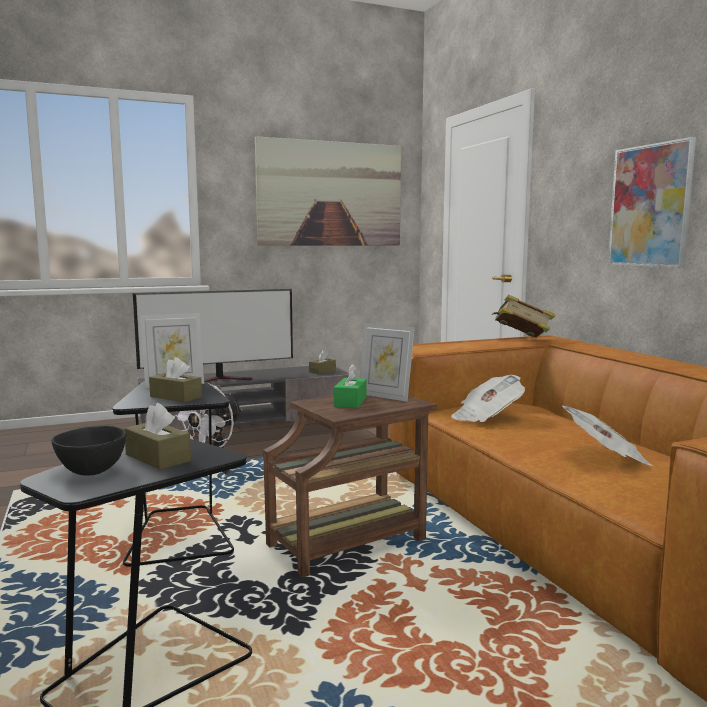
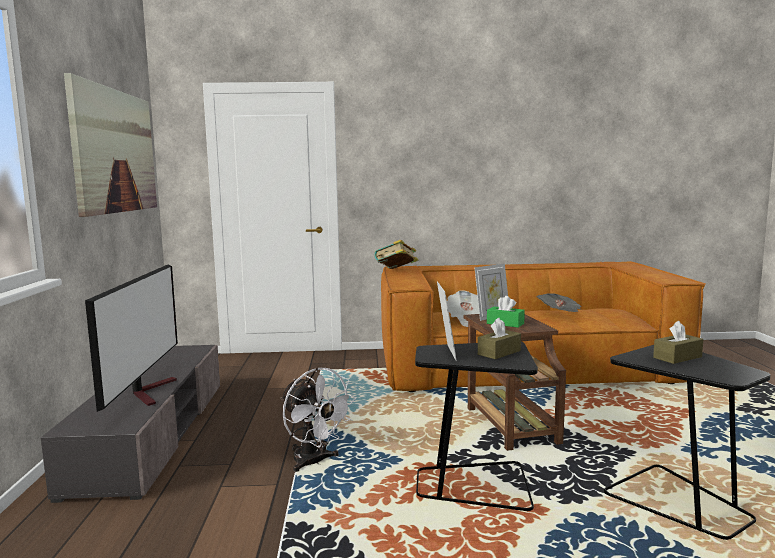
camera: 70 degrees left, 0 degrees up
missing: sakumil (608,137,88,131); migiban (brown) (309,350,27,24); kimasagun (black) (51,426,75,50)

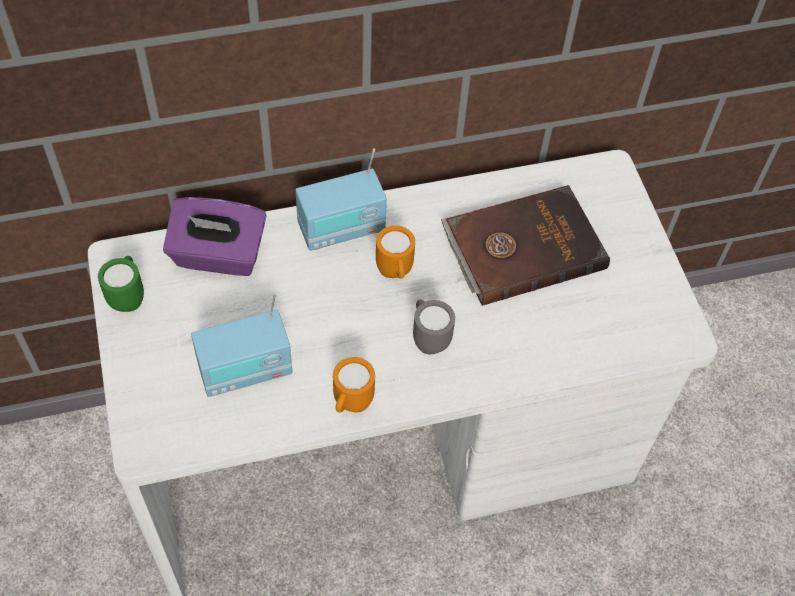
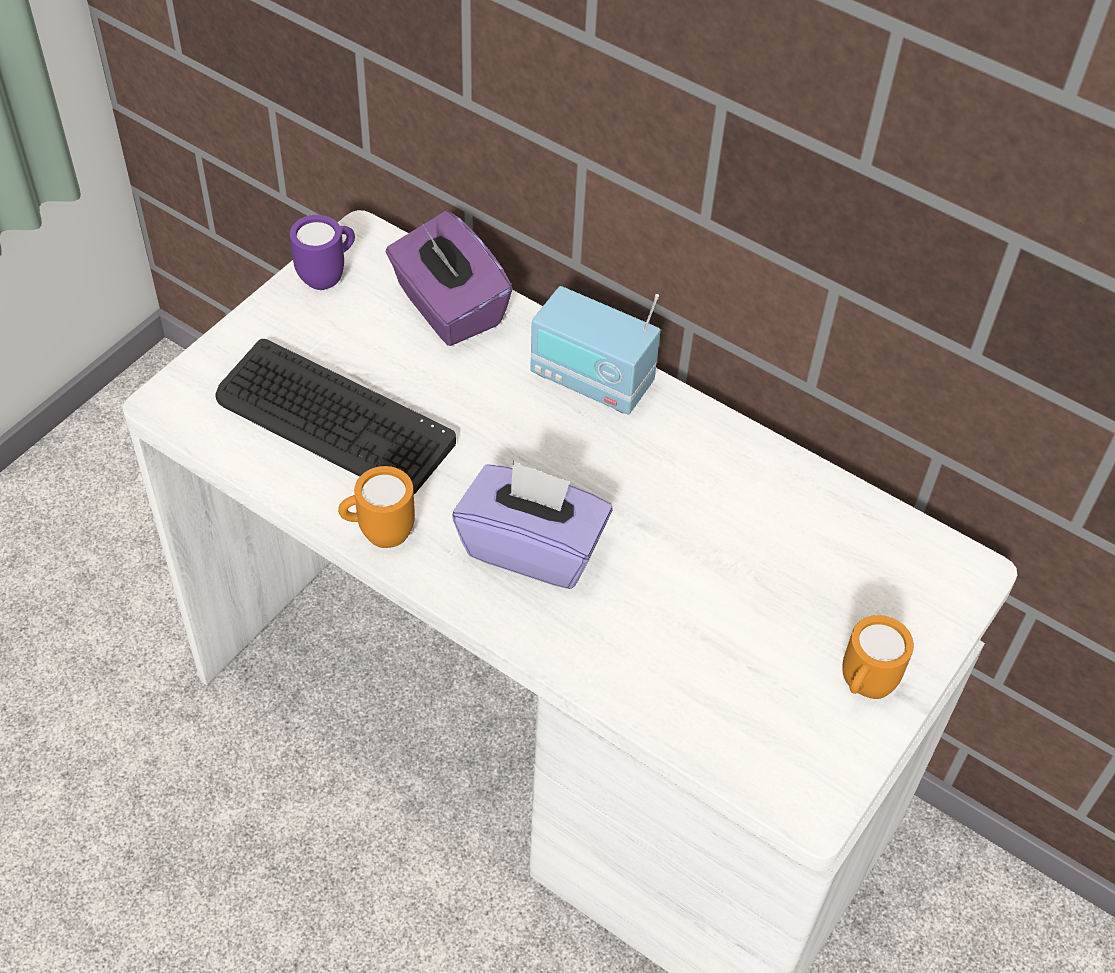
camera: 50 degrees right, 5 degrees down
missing: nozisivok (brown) (441,185,169,121)
relocated: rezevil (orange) (376,225,39,54) to (842,615,72,84)
exchanged: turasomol (191,293,102,104) to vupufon (215,339,241,155); rezevil (grey) (413,299,42,55) to migiban (purple) (452,460,161,129)
colour: rezevil (green) (98,256,46,56) to rezevil (purple) (290,215,65,75)

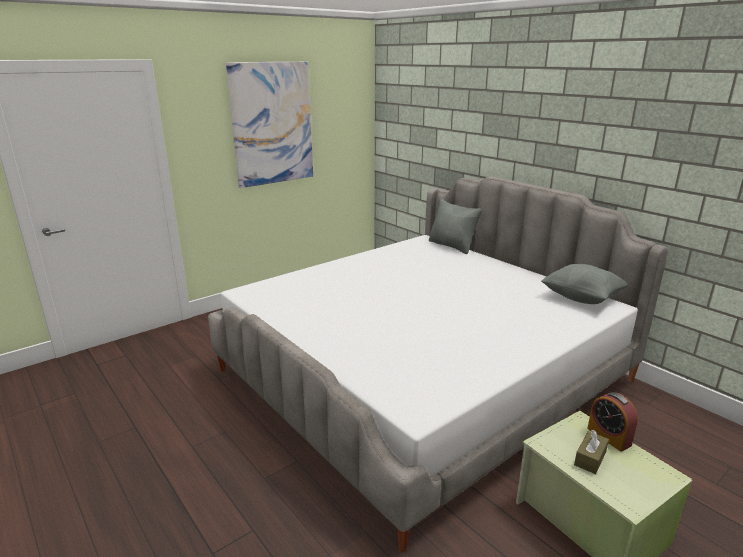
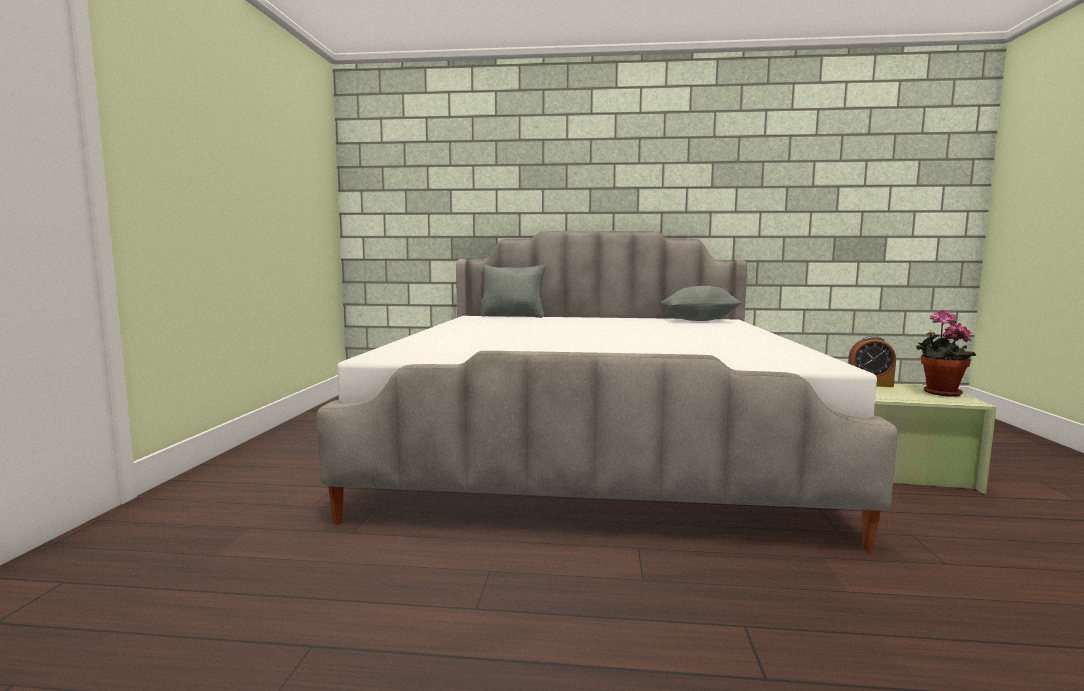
camera: 45 degrees left, 15 degrees down
missing: sakumil (226,62,87,126); migiban (brown) (574,430,35,44)
appeared: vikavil (916,310,60,87)

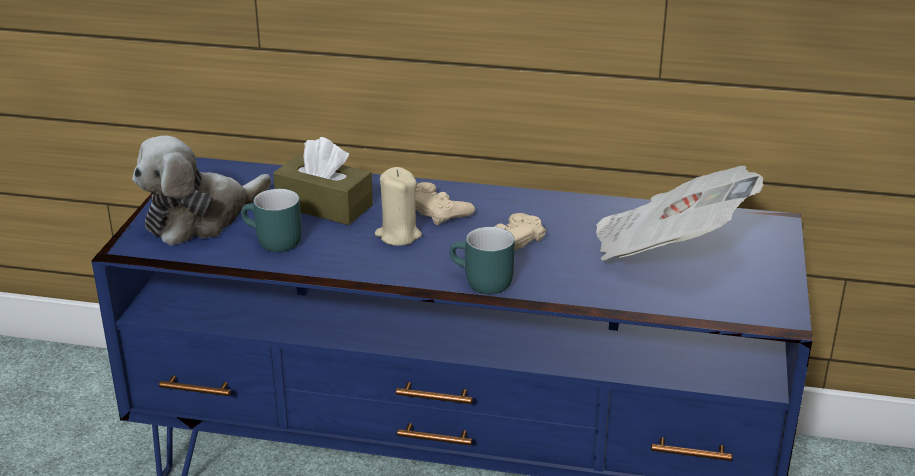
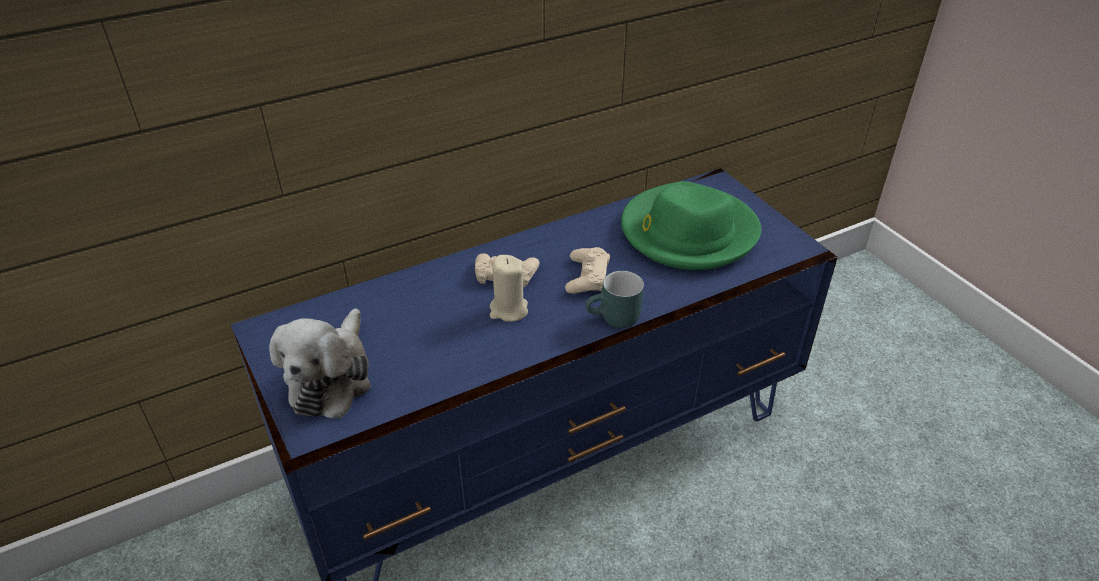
camera: 40 degrees left, 10 degrees up
missing: migiban (brown) (273,137,100,88); rezevil (turquoise) (241,189,61,63)
exchanged: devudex (596,166,167,95) to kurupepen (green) (621,181,140,89)

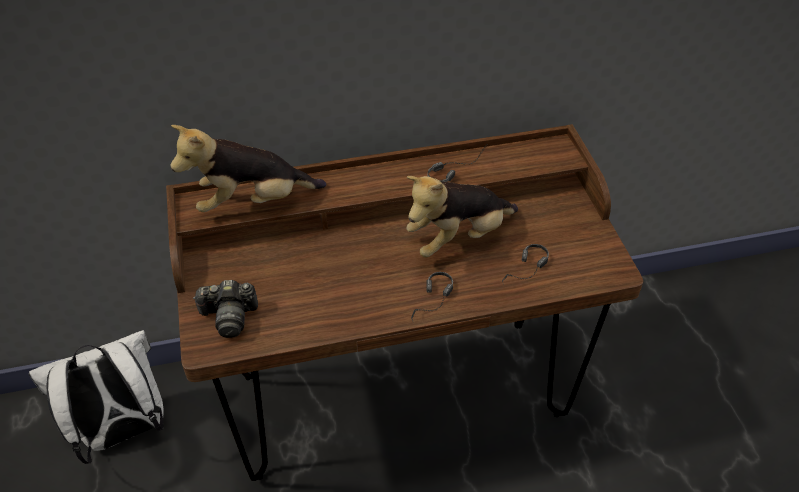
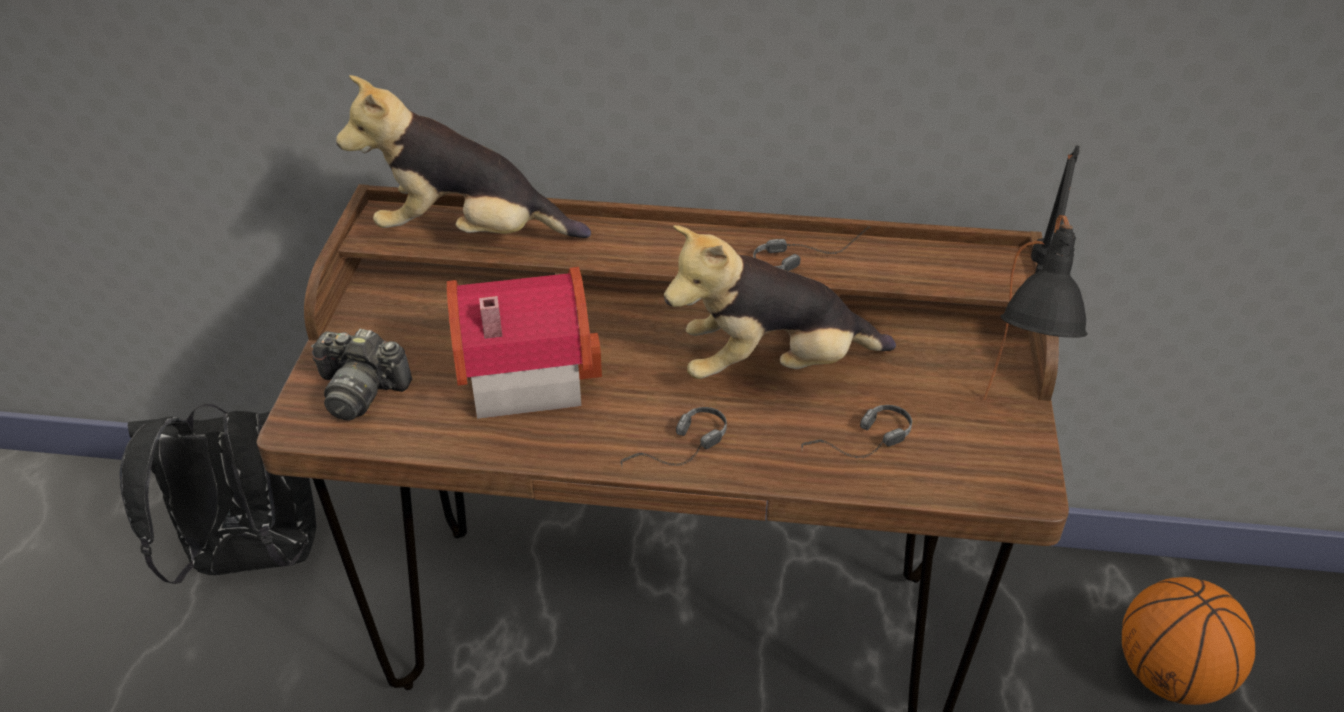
camera: 20 degrees right, 5 degrees down
appeared: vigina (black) (983,145,105,255); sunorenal (447,267,155,152); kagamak (1122,577,133,128)
colour: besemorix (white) (29,330,135,134) to besemorix (black) (119,404,197,180)

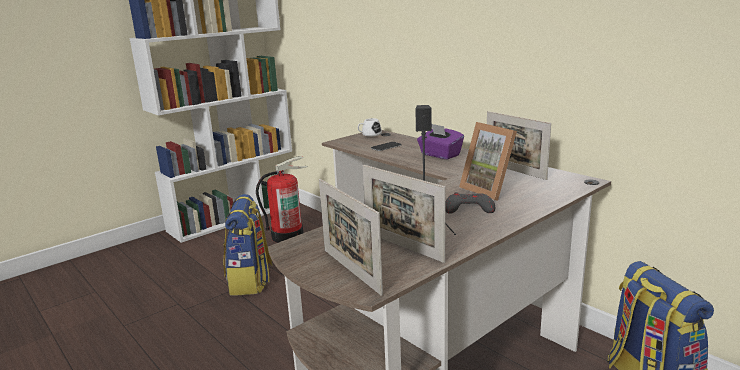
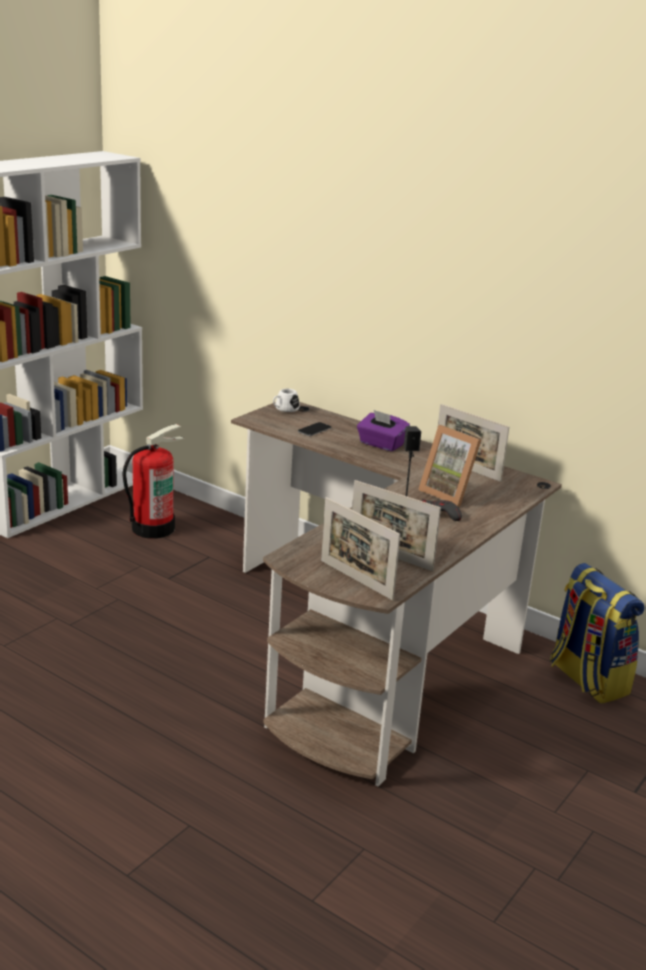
camera: 15 degrees left, 5 degrees up
missing: besemorix (223,194,50,102)

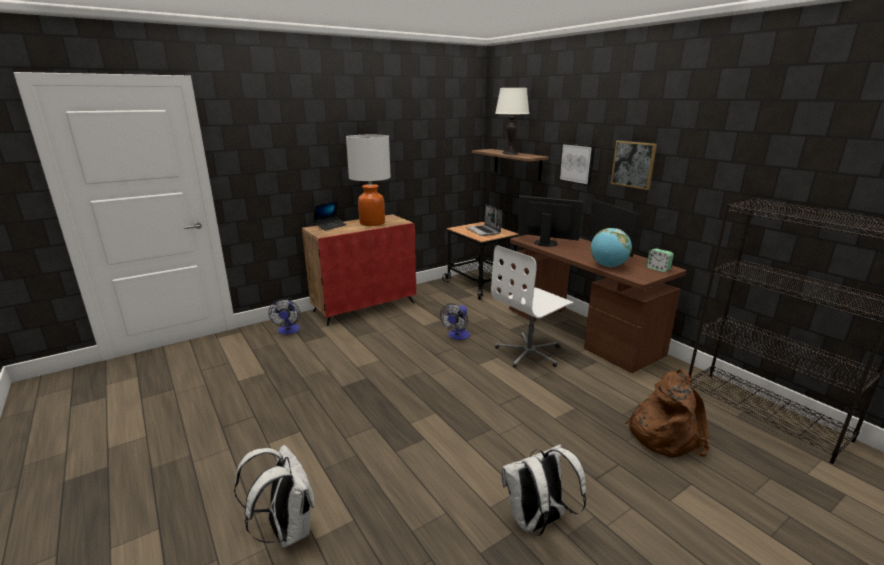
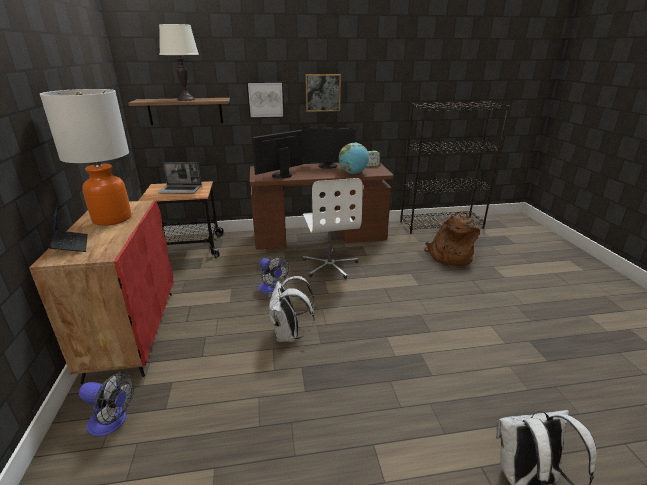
camera: 65 degrees left, 5 degrees up
relocated: besemorix (white) (501,444,85,92) to (268,276,46,66)

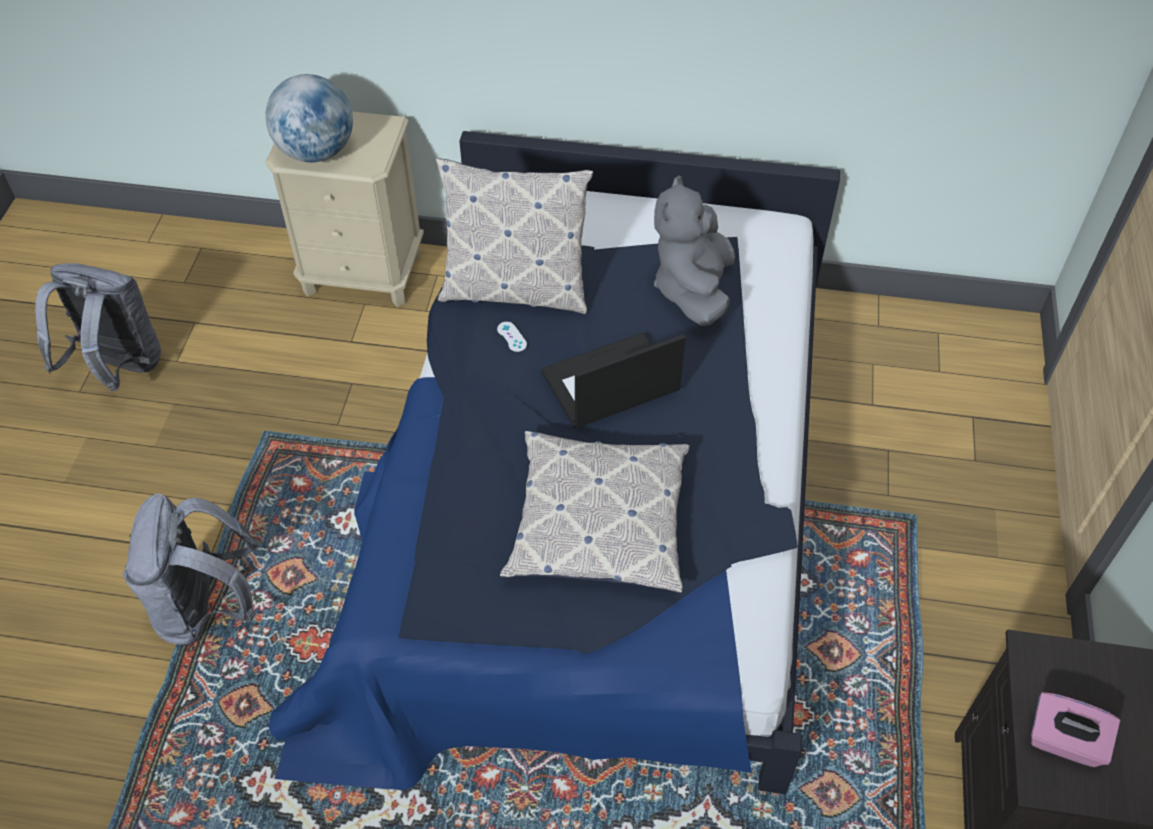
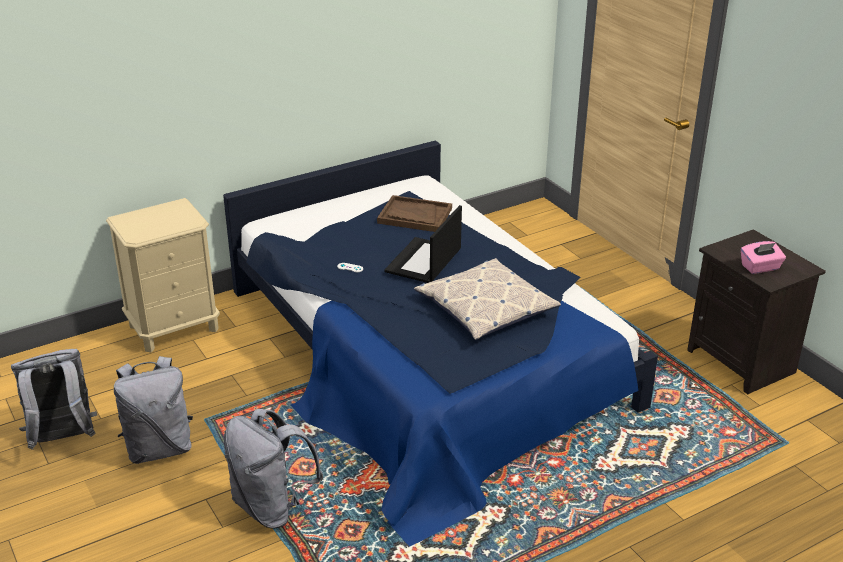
camera: 40 degrees left, 20 degrees down
missing: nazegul (265,74,88,88); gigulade (436,158,157,156)
appeared: besemorix (grey) (114,356,79,108)
exchanged: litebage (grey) (654,175,81,151) to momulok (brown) (377,195,75,37)

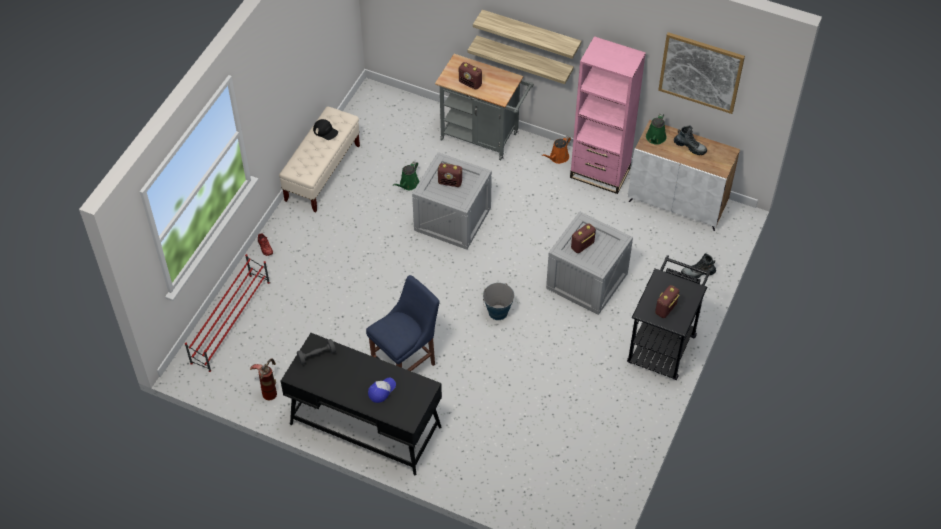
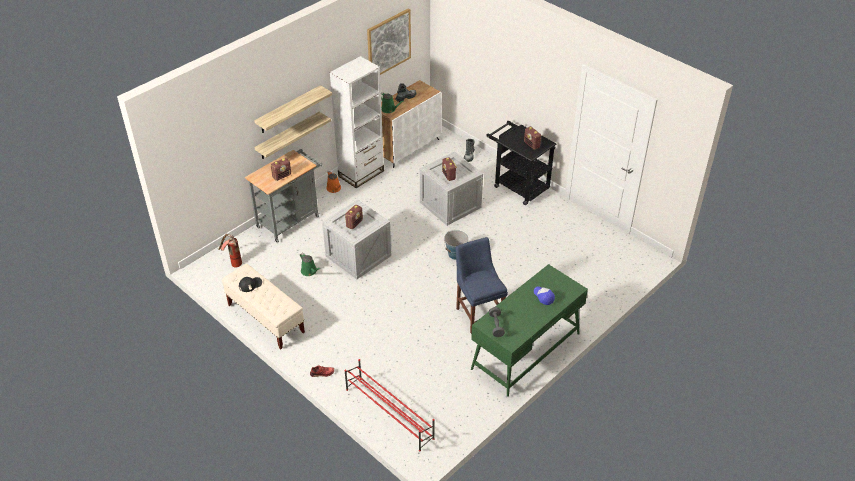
camera: 70 degrees left, 10 degrees down
relocated: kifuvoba (250,358,27,42) to (218,234,24,33)
colour: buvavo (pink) (570,36,76,158) to buvavo (white) (330,56,54,132); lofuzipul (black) (281,333,161,143) to lofuzipul (green) (471,264,117,133)

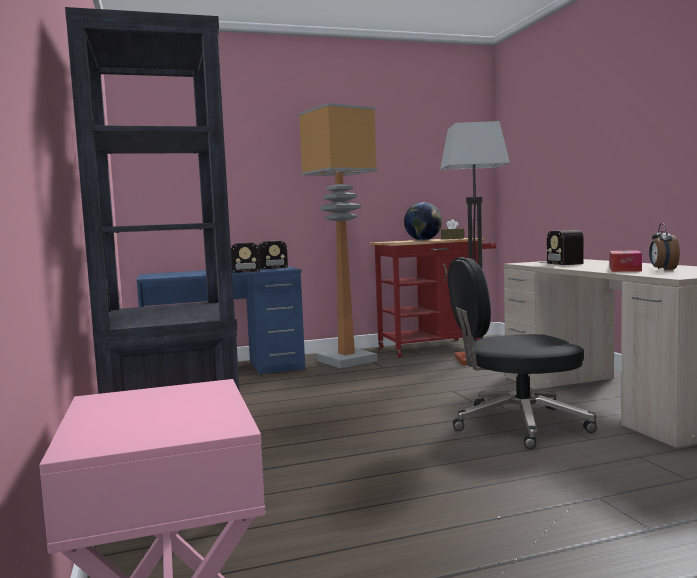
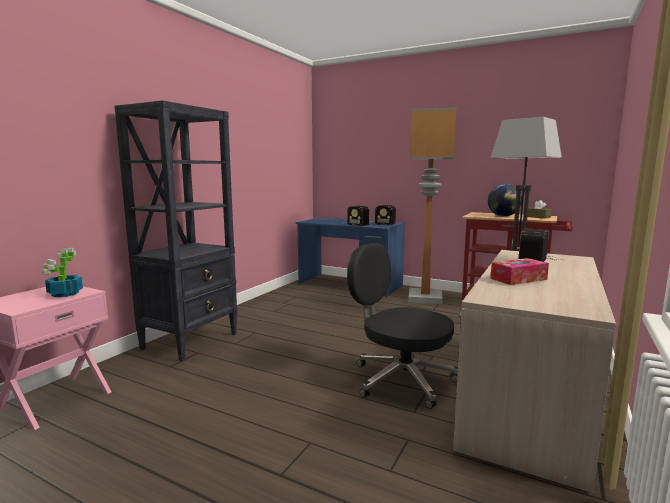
camera: 45 degrees right, 5 degrees up
missing: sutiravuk (649,223,31,48)
appeared: vikavil (41,248,42,49)

